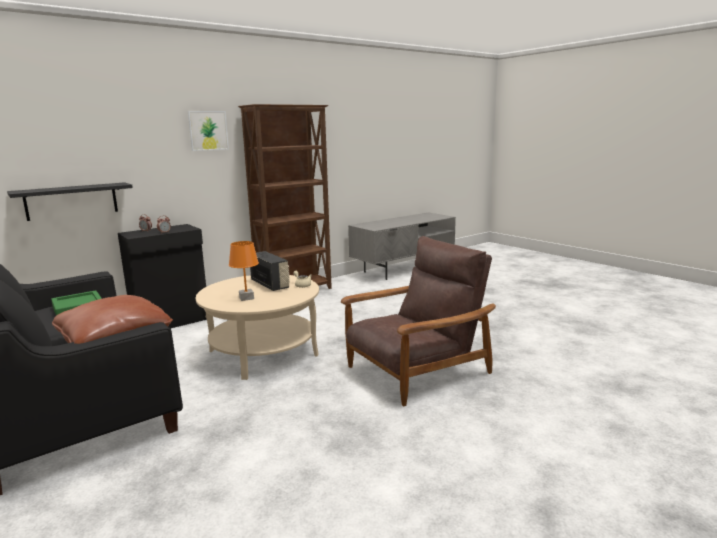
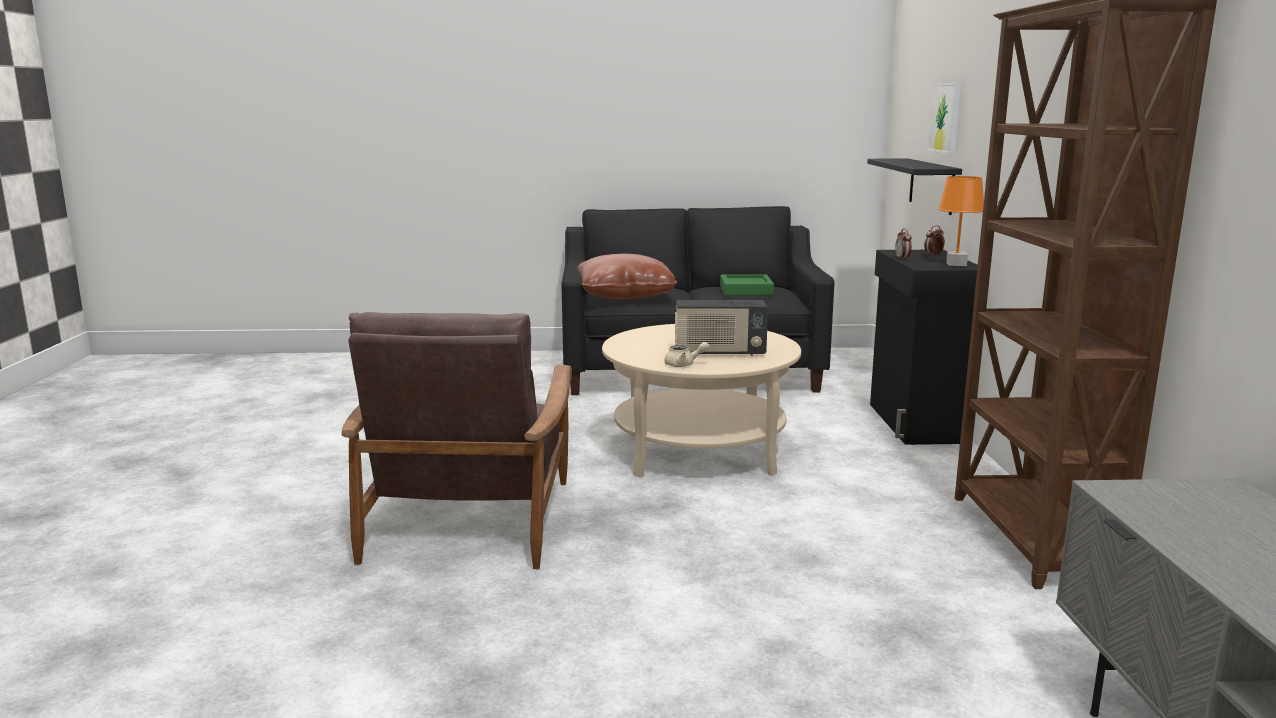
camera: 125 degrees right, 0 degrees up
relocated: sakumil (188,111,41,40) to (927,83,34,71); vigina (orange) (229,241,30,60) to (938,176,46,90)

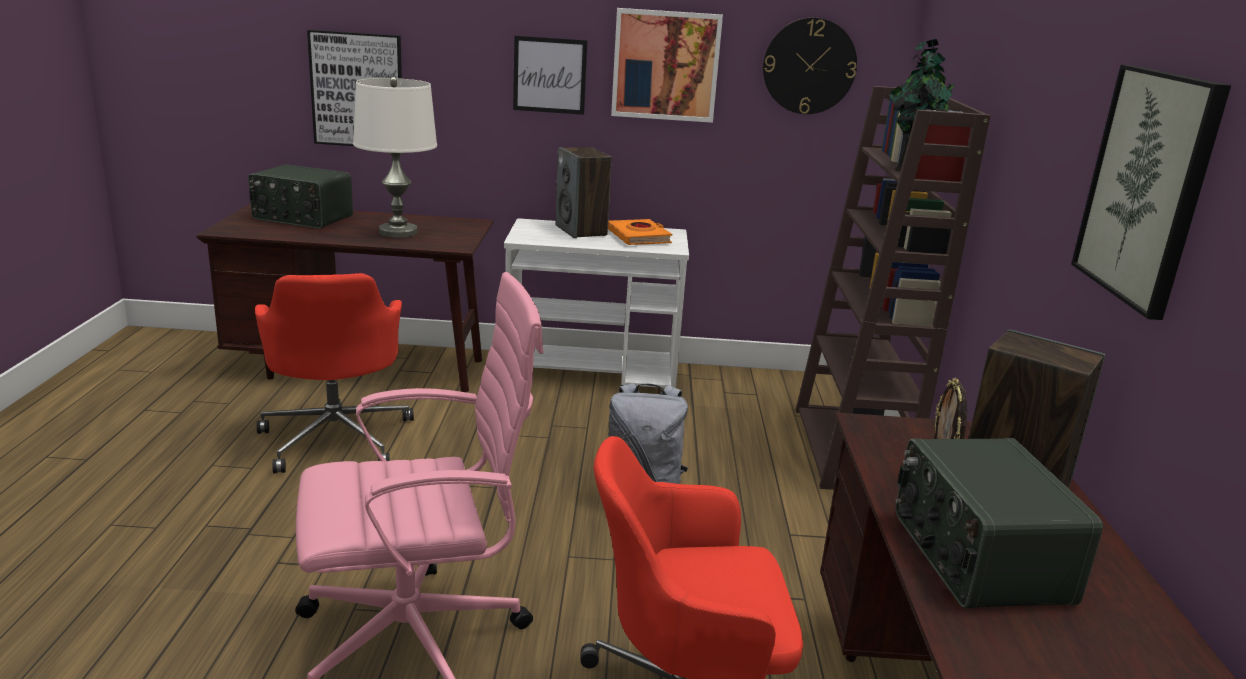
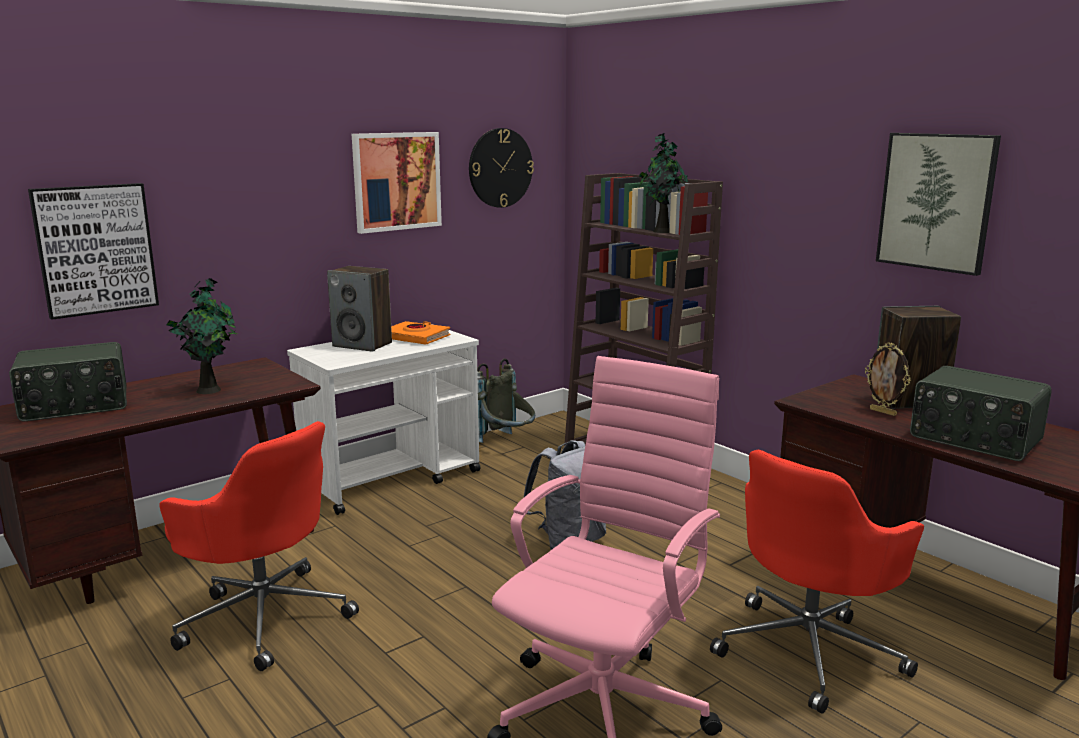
camera: 40 degrees left, 5 degrees down
missing: sakumil (513,36,74,79)
appeared: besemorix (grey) (477,358,58,85)
exchanged: vigina (white) (353,77,84,161) to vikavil (166,278,72,116)

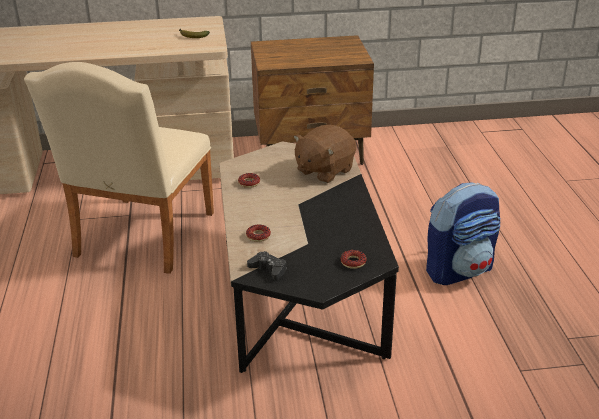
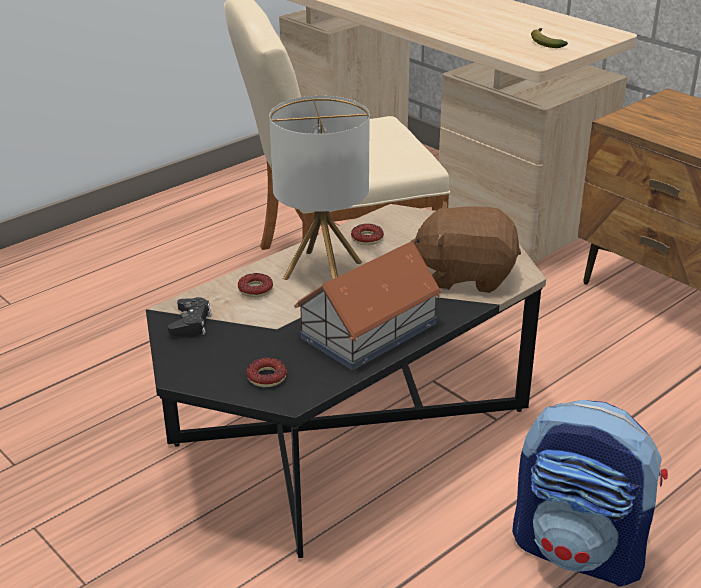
camera: 55 degrees right, 0 degrees up
appeared: vigina (269,96,101,184); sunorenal (294,242,148,128)

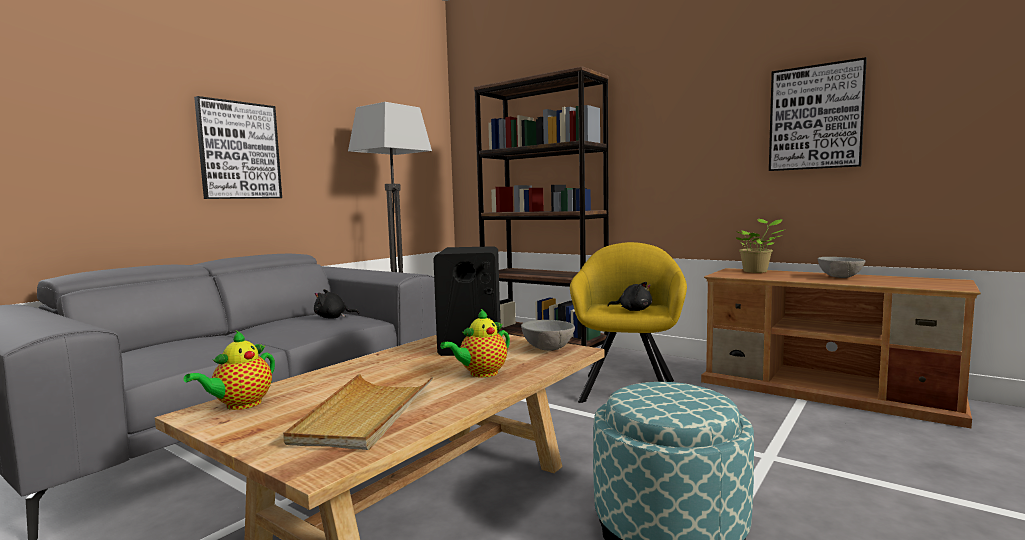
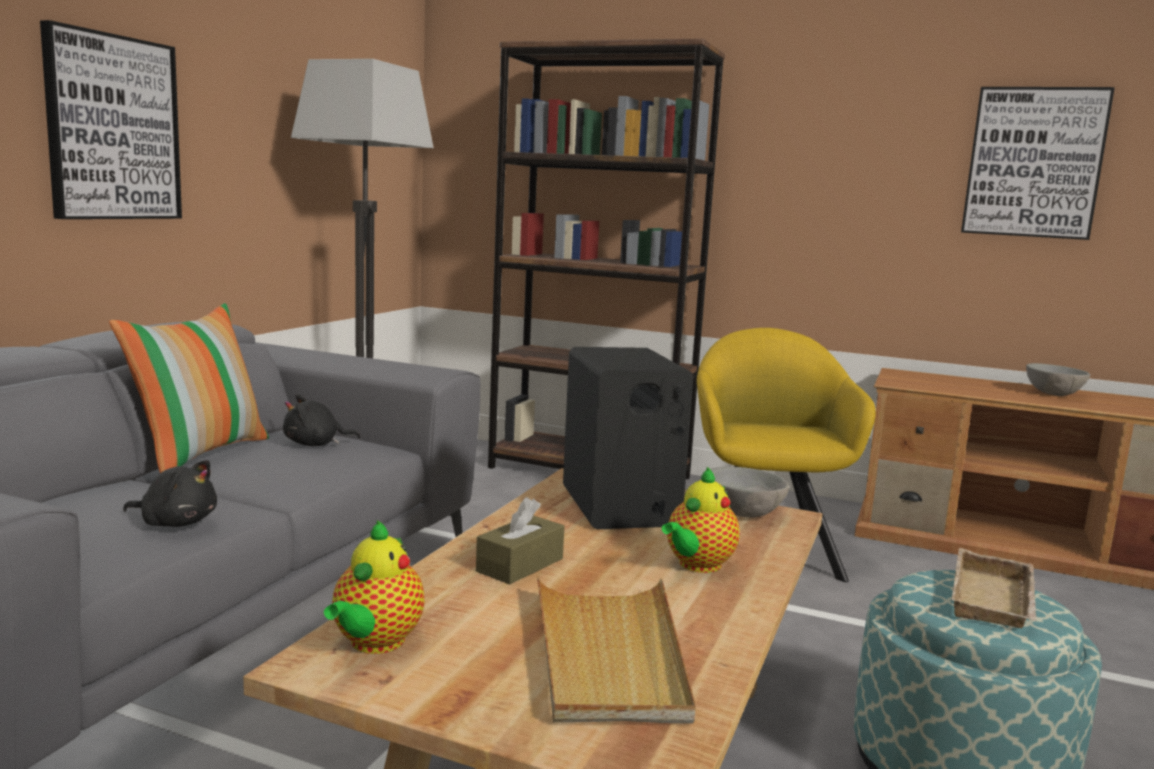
camera: 15 degrees left, 5 degrees up
missing: vikavil (736,219,47,54)
appeared: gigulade (109,303,160,170); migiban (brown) (476,497,88,87); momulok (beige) (952,548,85,80)
relocated: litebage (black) (608,282,44,29) to (123,460,94,67)

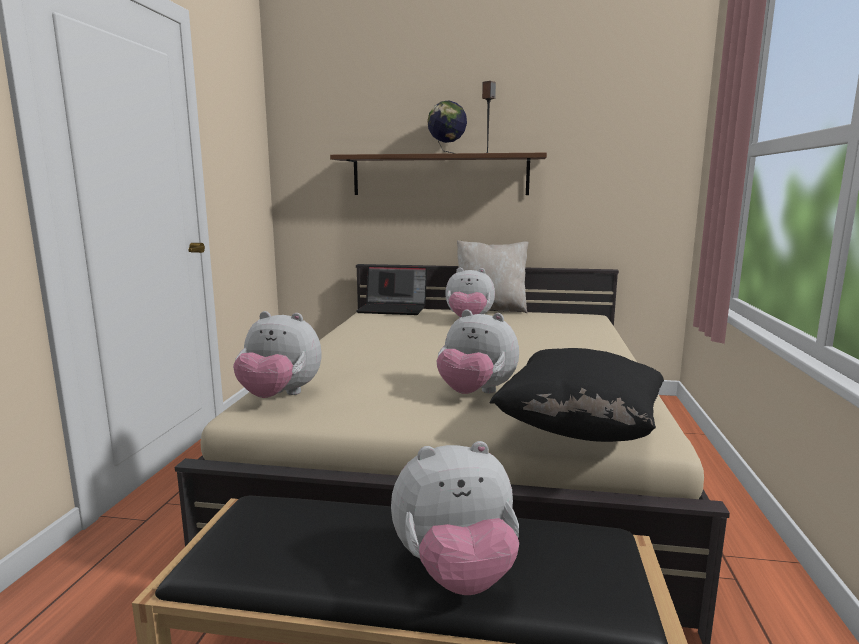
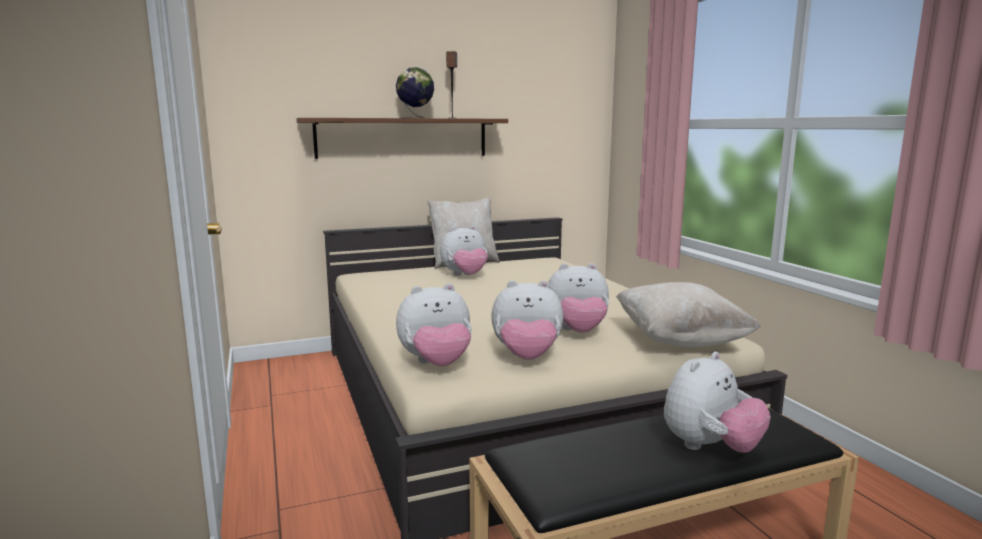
camera: 30 degrees left, 0 degrees up
missing: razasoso (356,266,71,49)
appeared: litebage (491,280,72,80)
colour: gigulade (black) (489,348,175,94) to gigulade (beige) (616,282,145,65)

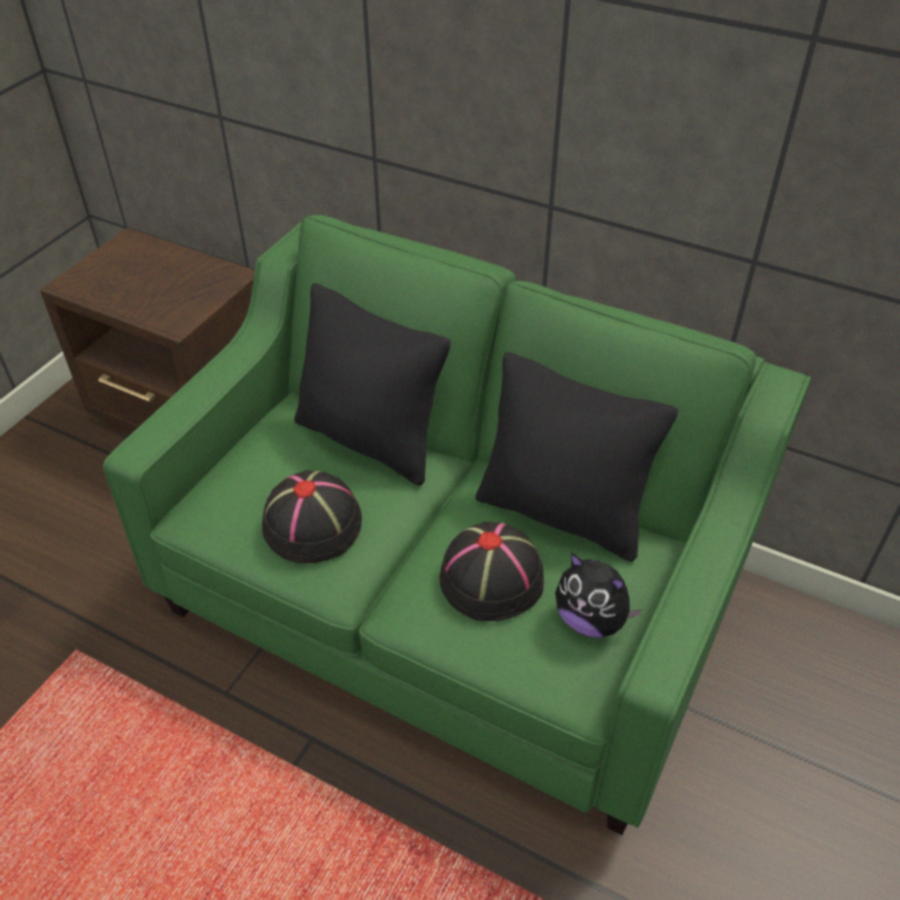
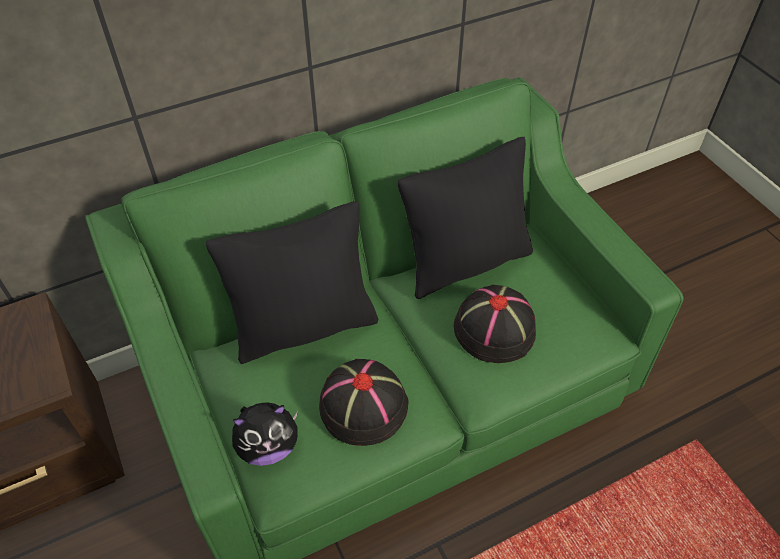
camera: 55 degrees left, 5 degrees up
relocated: litebage (555,552,88,86) to (232,402,66,64)

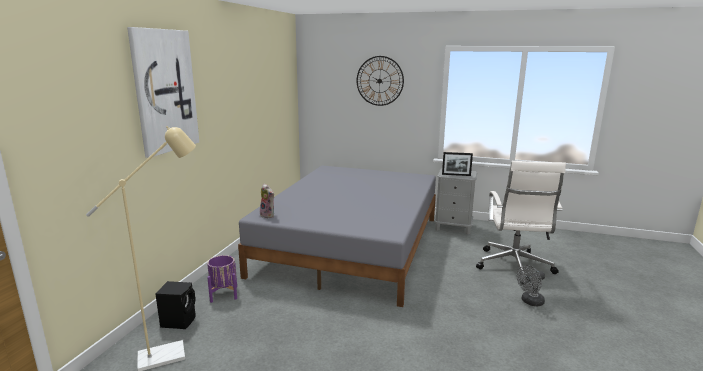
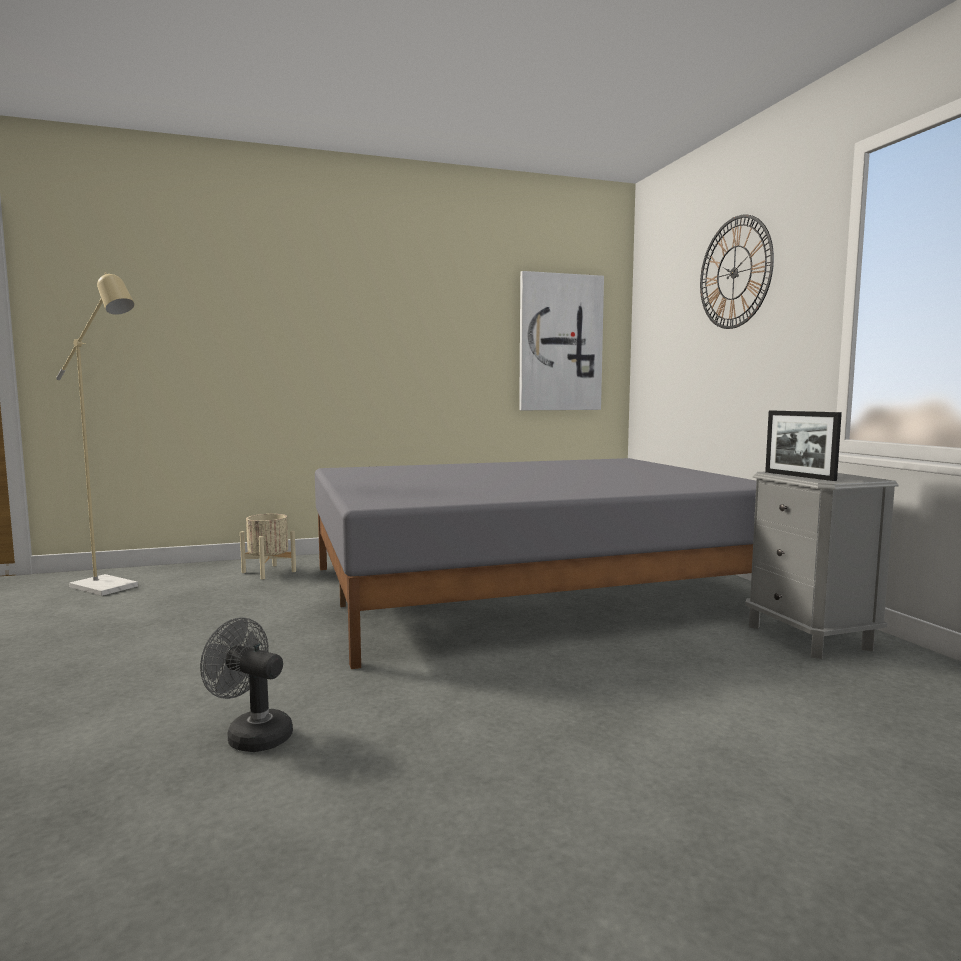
camera: 55 degrees right, 10 degrees down
missing: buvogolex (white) (476,161,90,124); litebage (260,184,14,34); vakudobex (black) (155,281,41,48)
relocated: sakumil (127,27,72,131) to (519,271,85,139); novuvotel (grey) (517,265,28,41) to (200,618,93,134)
colour: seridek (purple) (207,255,30,48) to seridek (beige) (240,514,56,65)

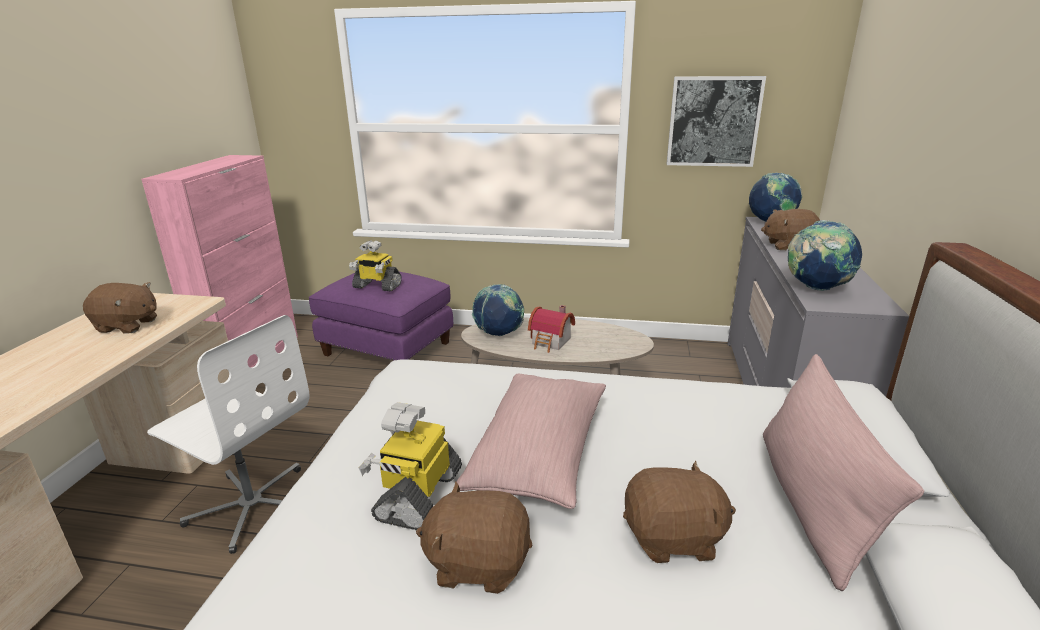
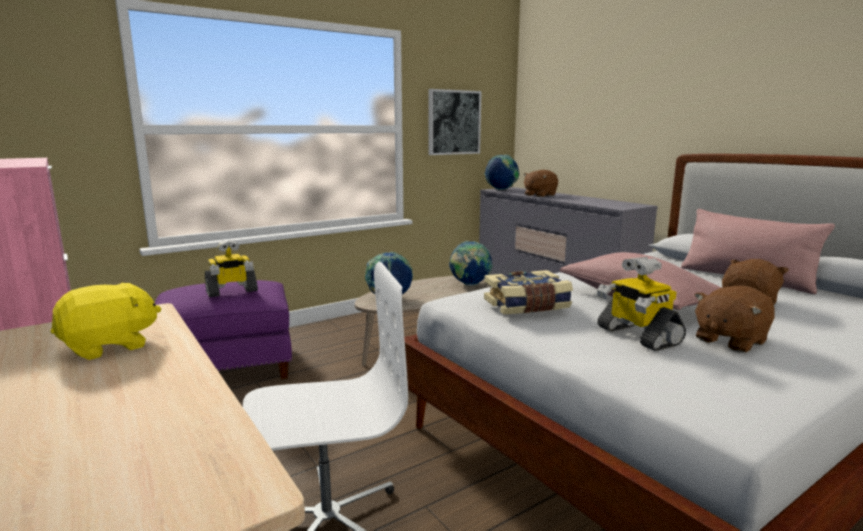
camera: 45 degrees left, 10 degrees down
missing: sunorenal (528,305,47,48)
appeared: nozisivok (484,270,89,44)
relocated: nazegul (788,220,74,71) to (449,241,44,45)
colour: litebage (brown) (83,282,74,51) to litebage (yellow) (51,283,110,77)

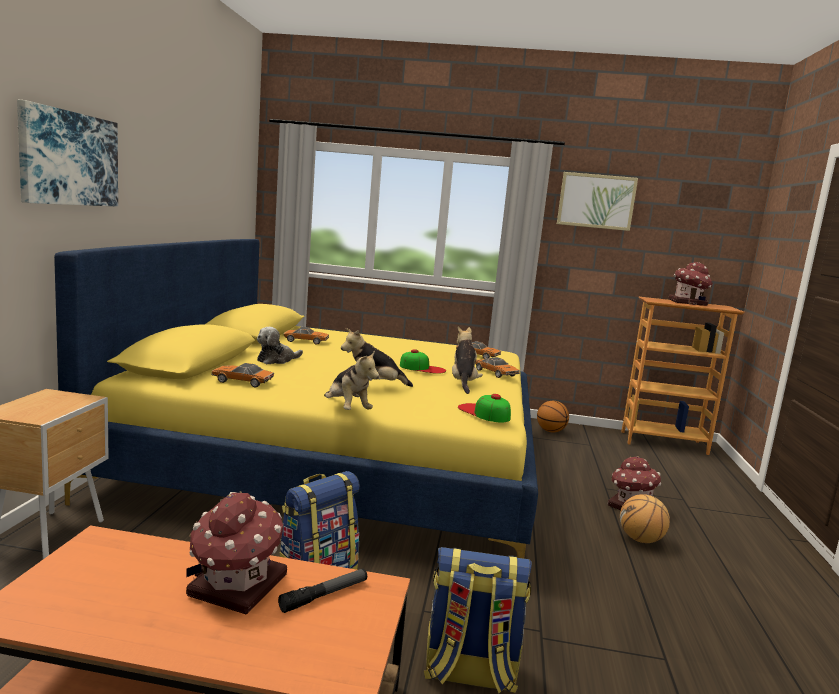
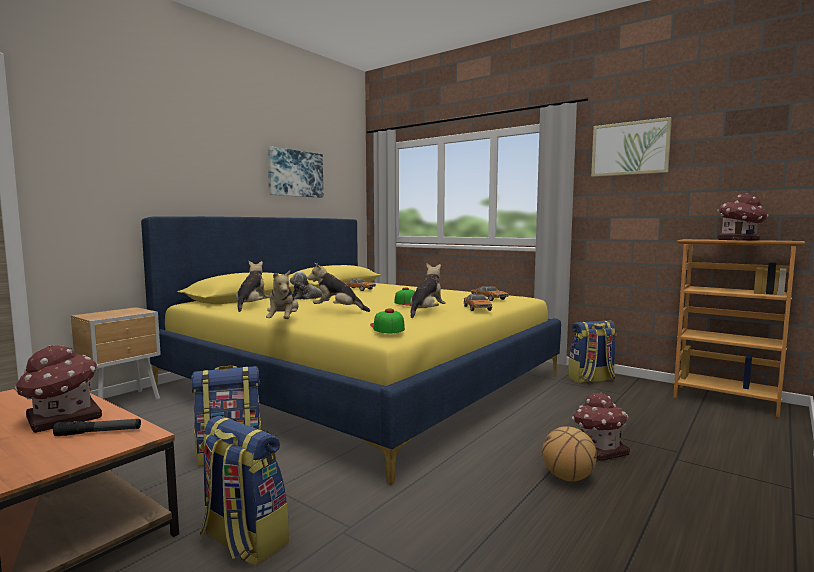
camera: 30 degrees right, 5 degrees down
relocated: sakumil (17,99,101,108) to (267,146,57,52)
exchanged: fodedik (211,363,63,25) to litebage (236,261,33,51); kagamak (537,401,32,31) to besemorix (568,321,48,62)

